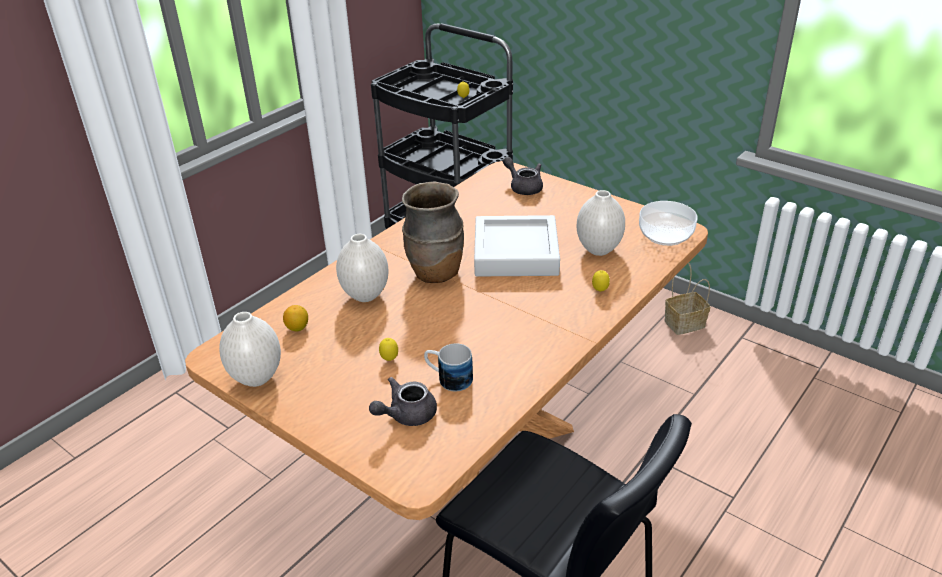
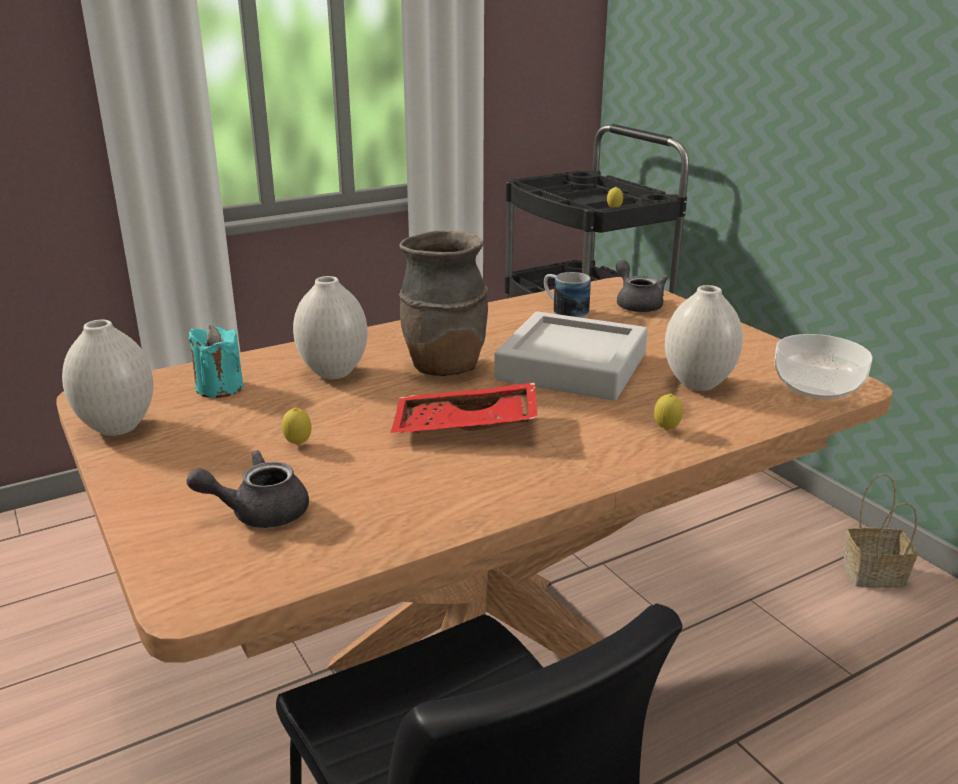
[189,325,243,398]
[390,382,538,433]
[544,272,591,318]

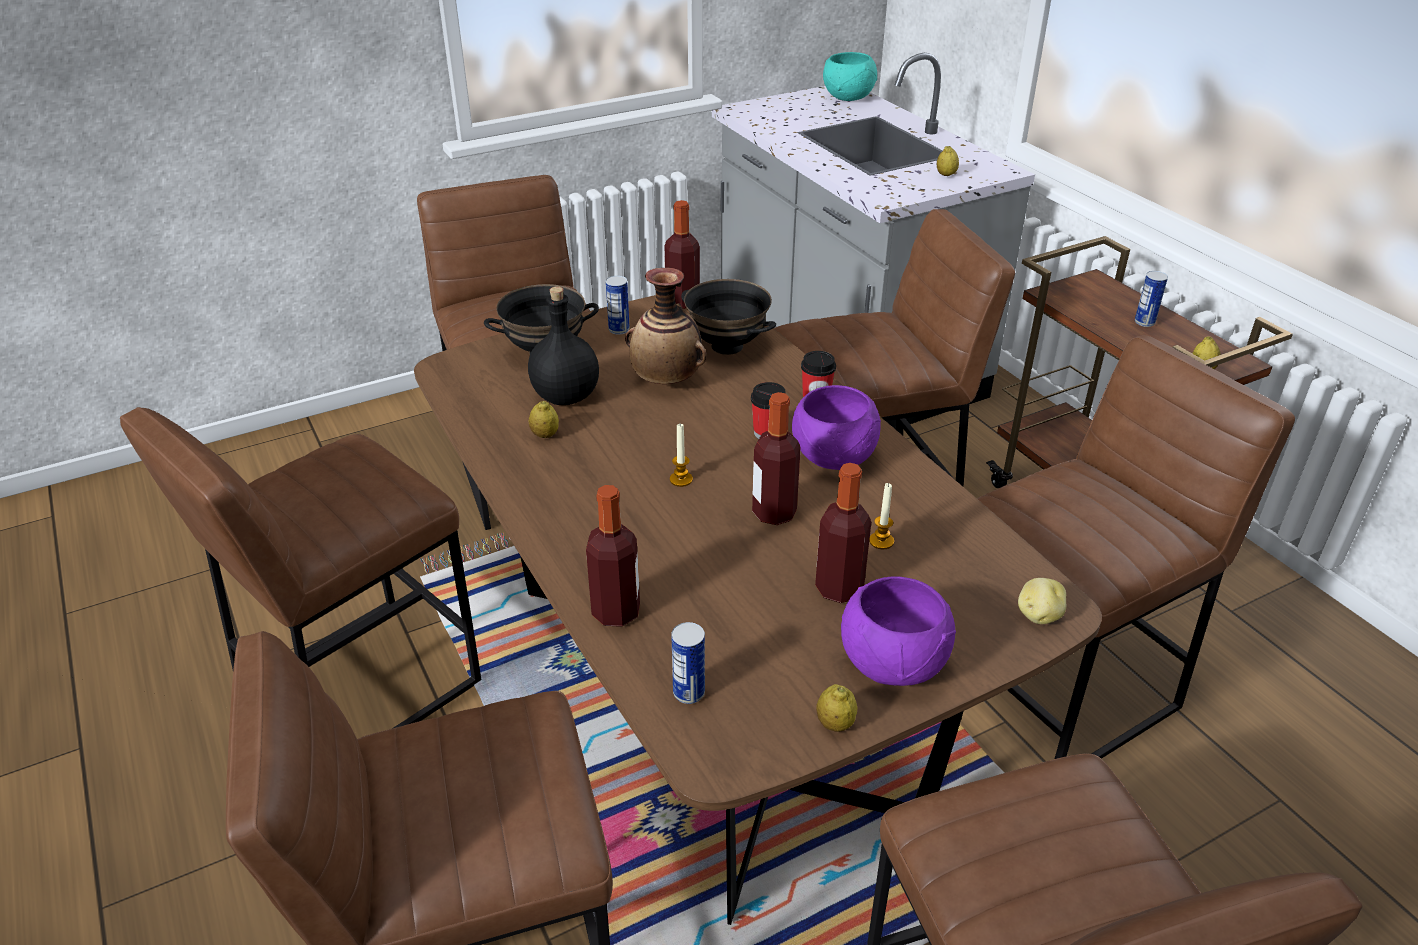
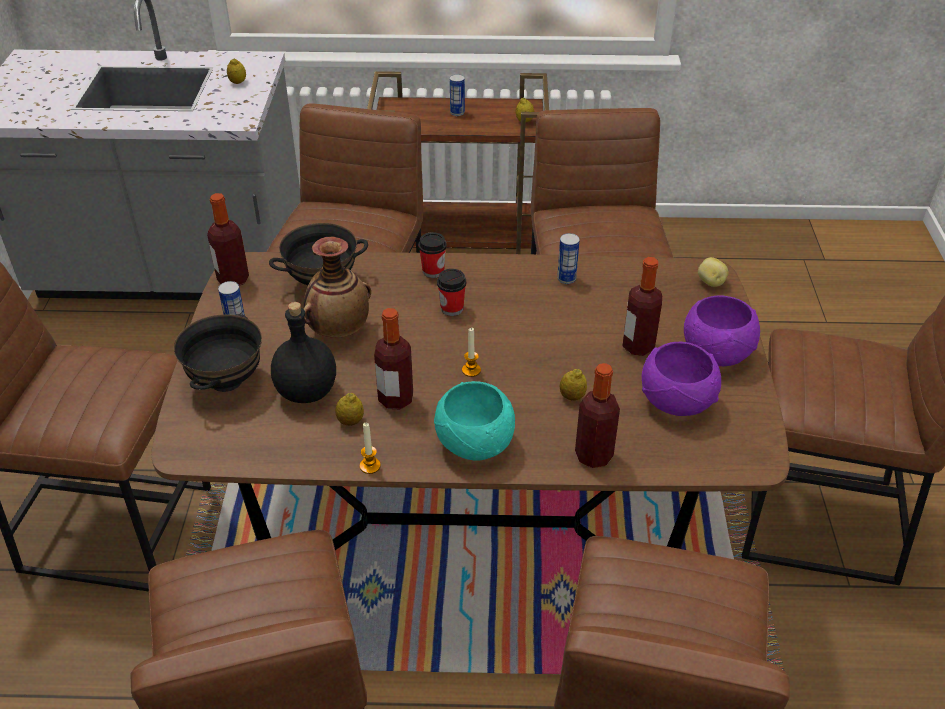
[360,423,381,474]
[374,308,413,410]
[434,381,515,461]
[557,233,580,284]
[560,369,587,401]
[642,342,721,416]

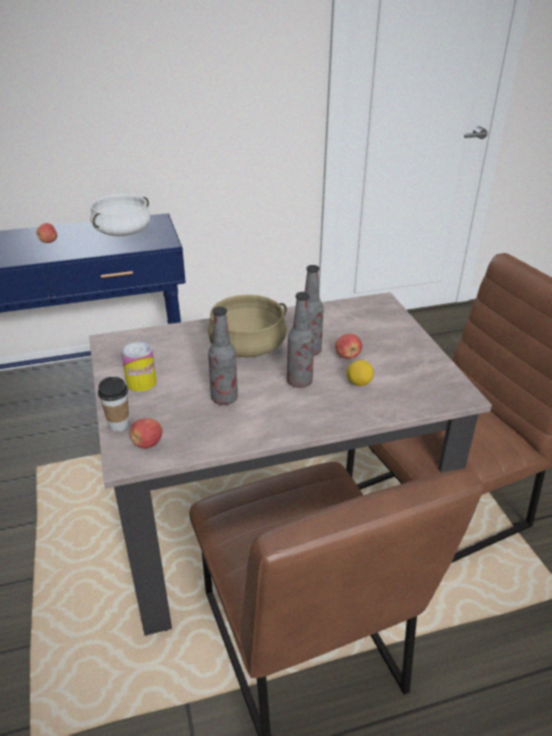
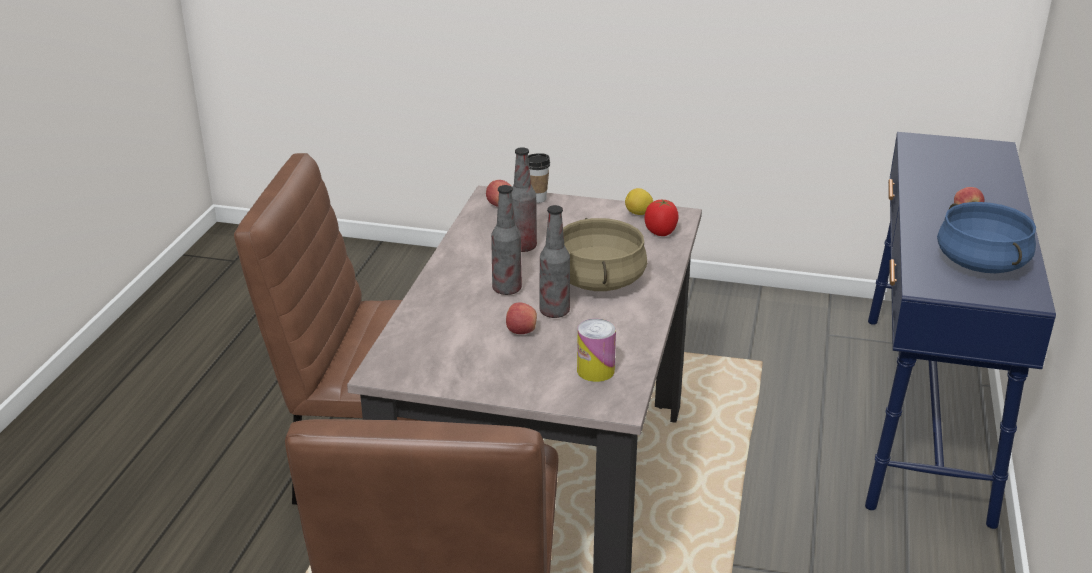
[577,318,616,382]
[625,188,653,215]
[644,199,679,236]
[937,202,1036,273]

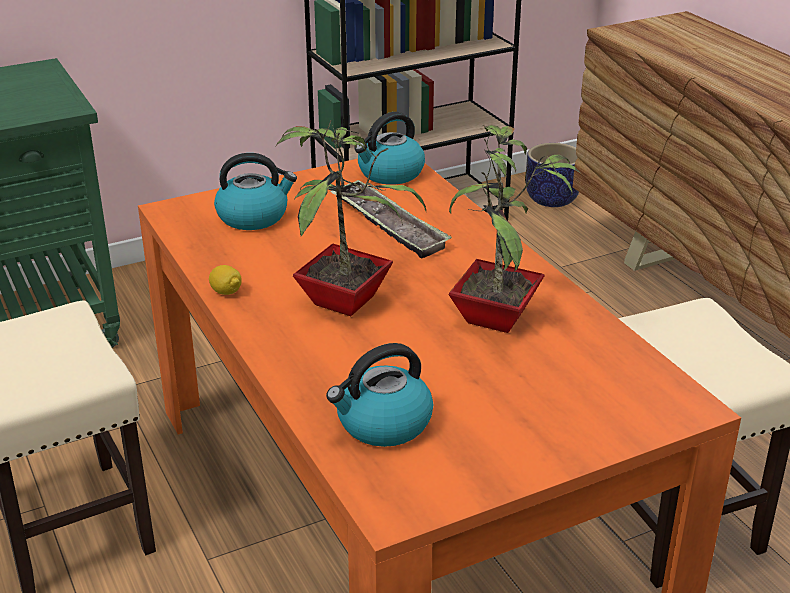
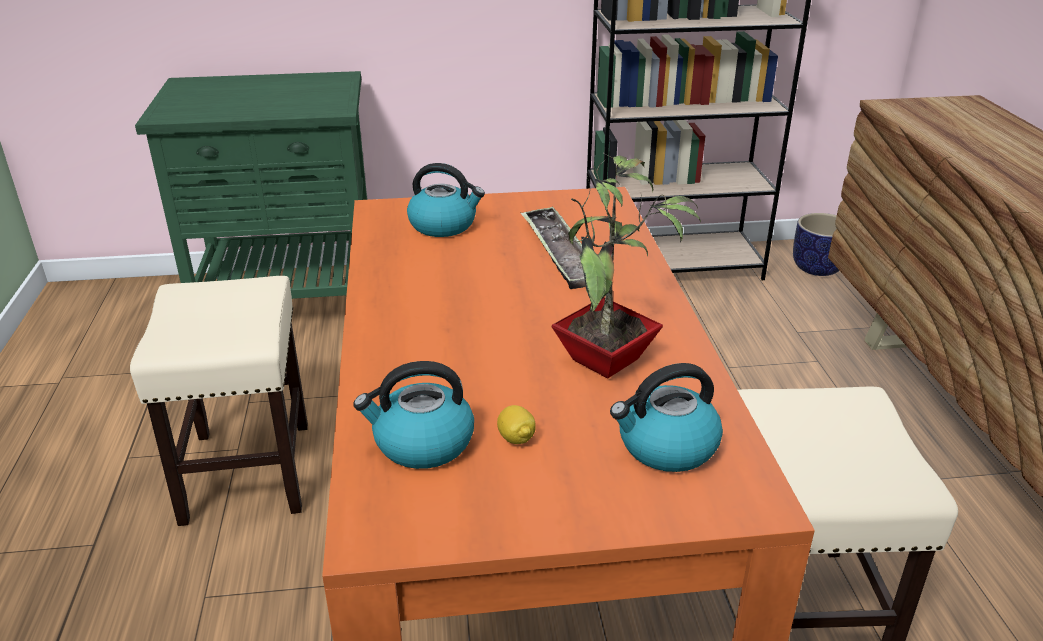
[497,405,536,444]
[610,363,723,472]
[276,120,426,316] (first image)

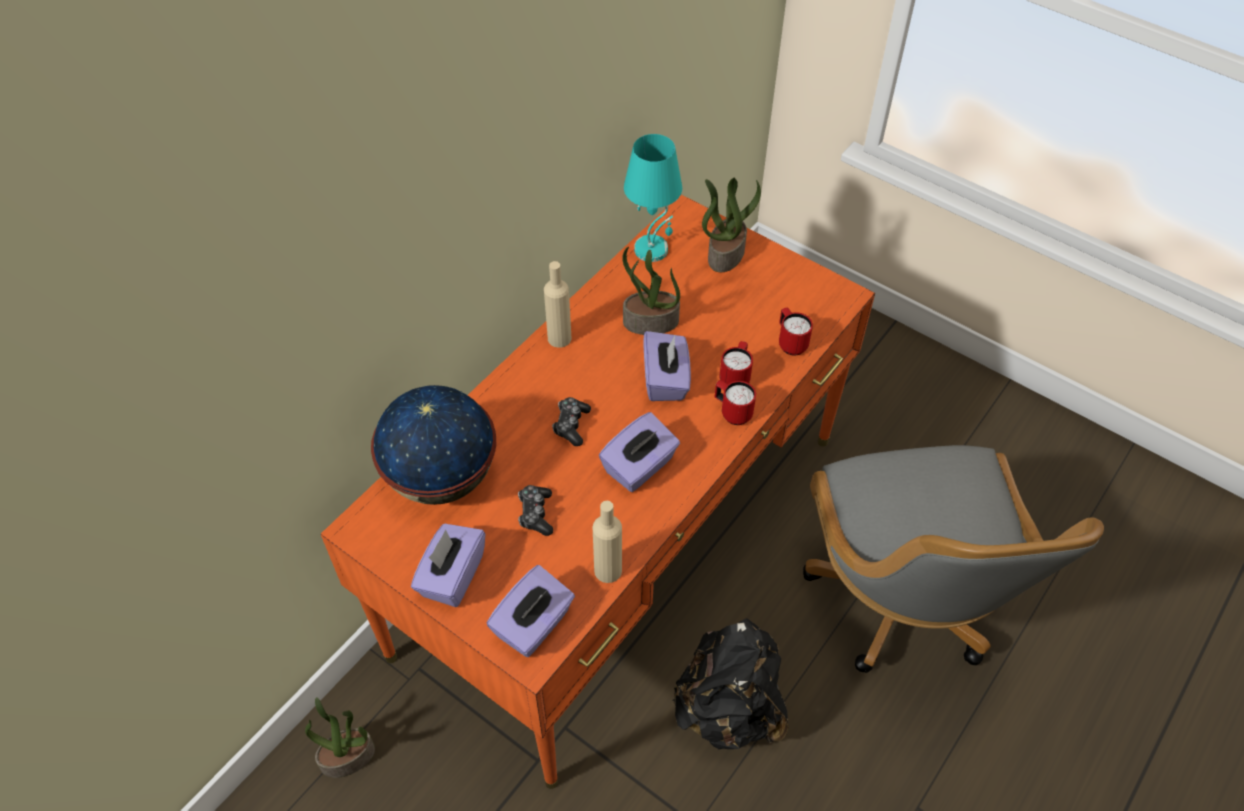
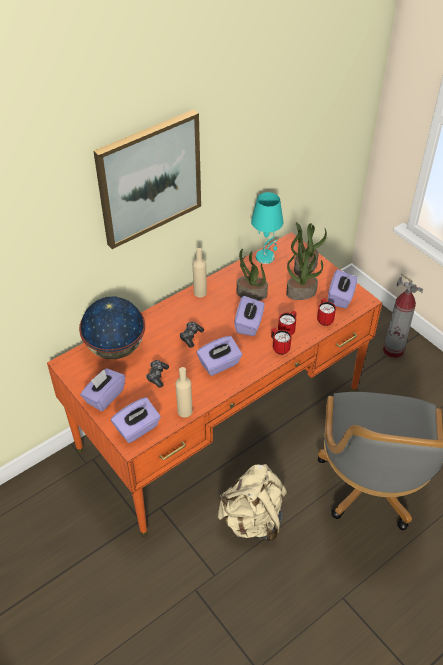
[93,109,201,249]
[218,464,287,542]
[286,243,323,300]
[328,269,357,309]
[383,274,423,358]

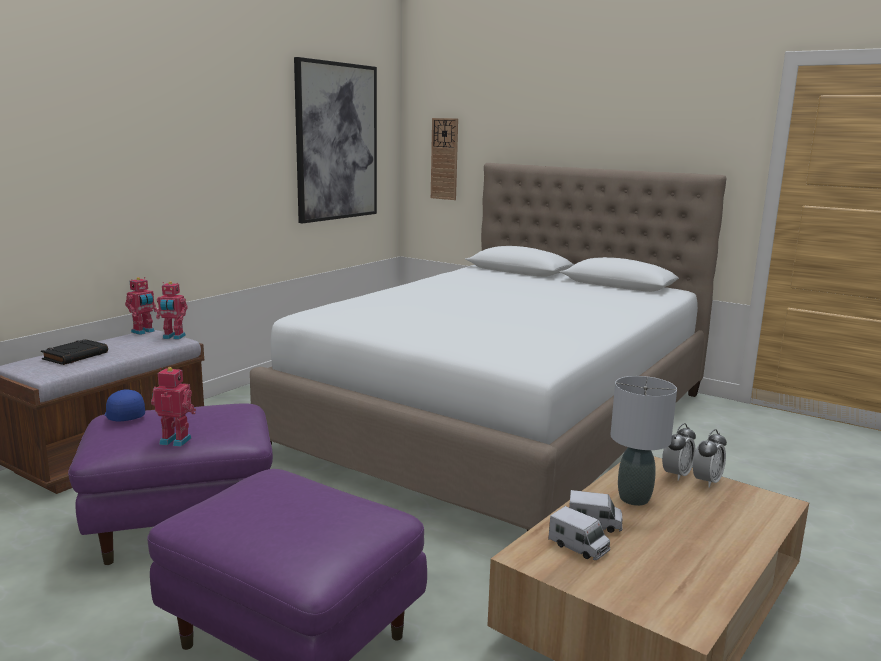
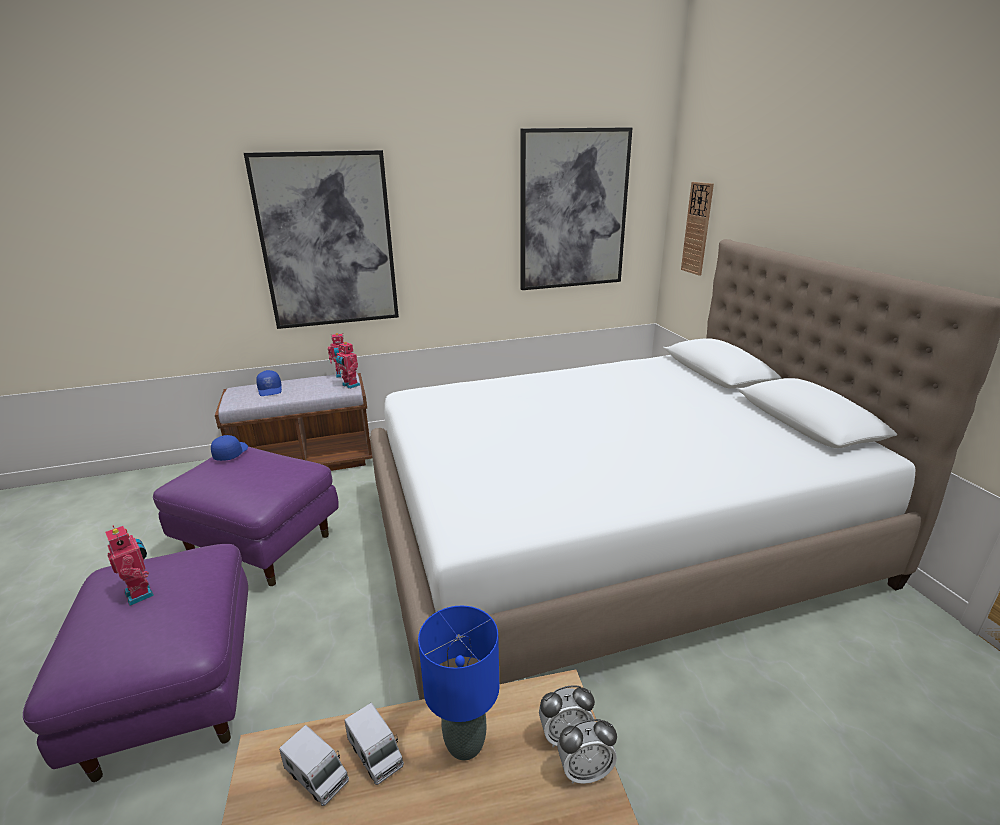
[105,525,154,606]
[244,150,399,329]
[256,370,282,396]
[279,725,349,806]
[418,606,499,760]

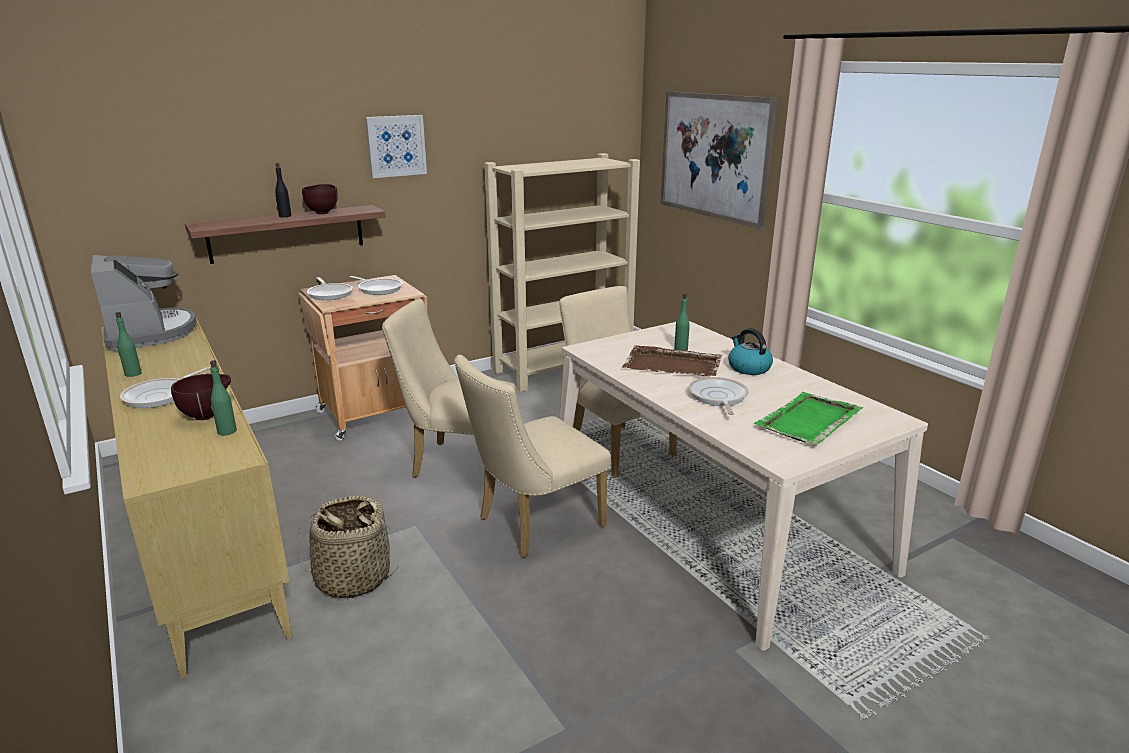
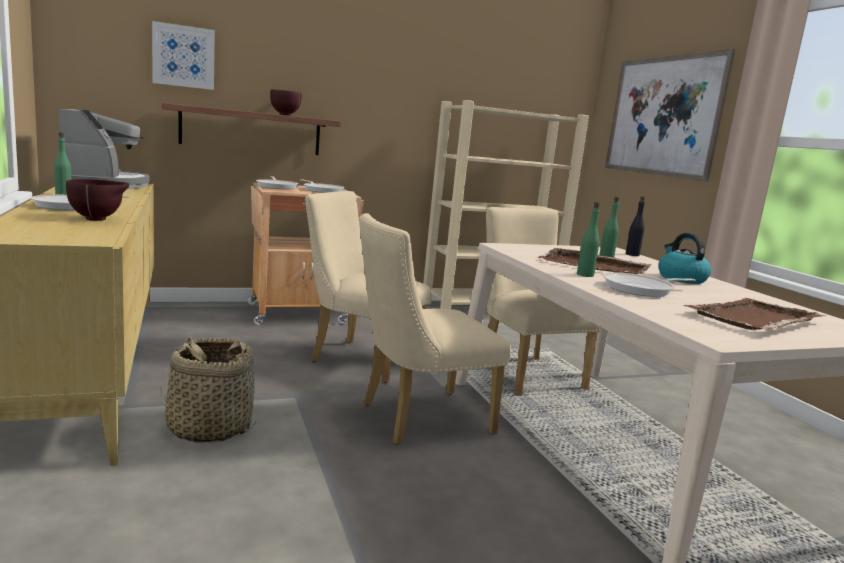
[152,21,215,90]
[577,202,600,277]
[603,272,696,297]
[626,196,645,256]
[683,298,826,330]

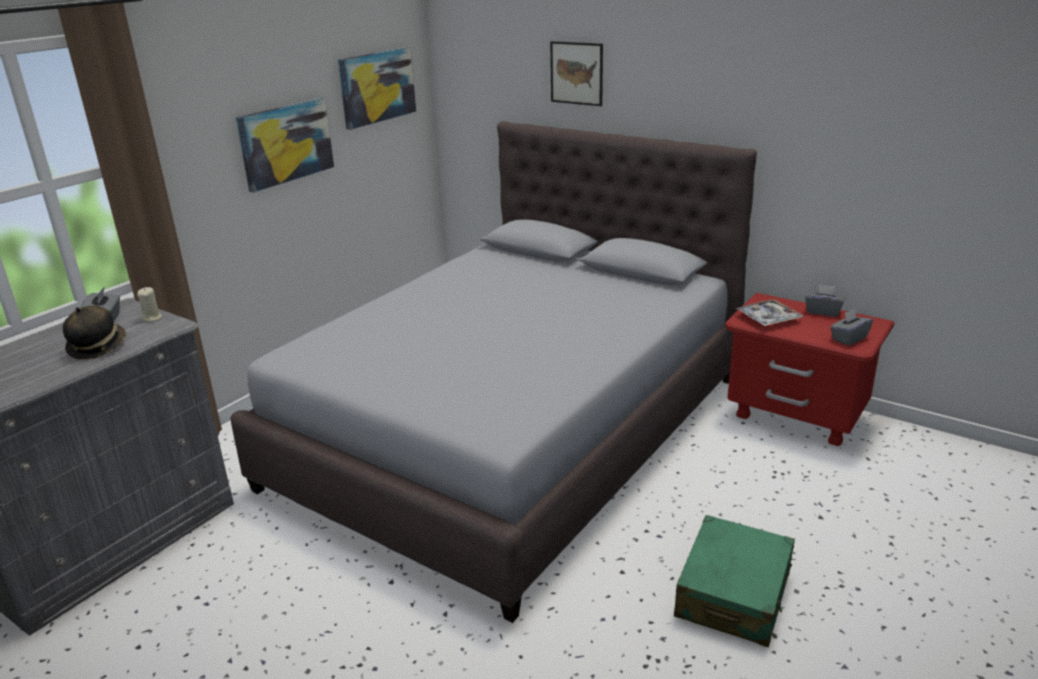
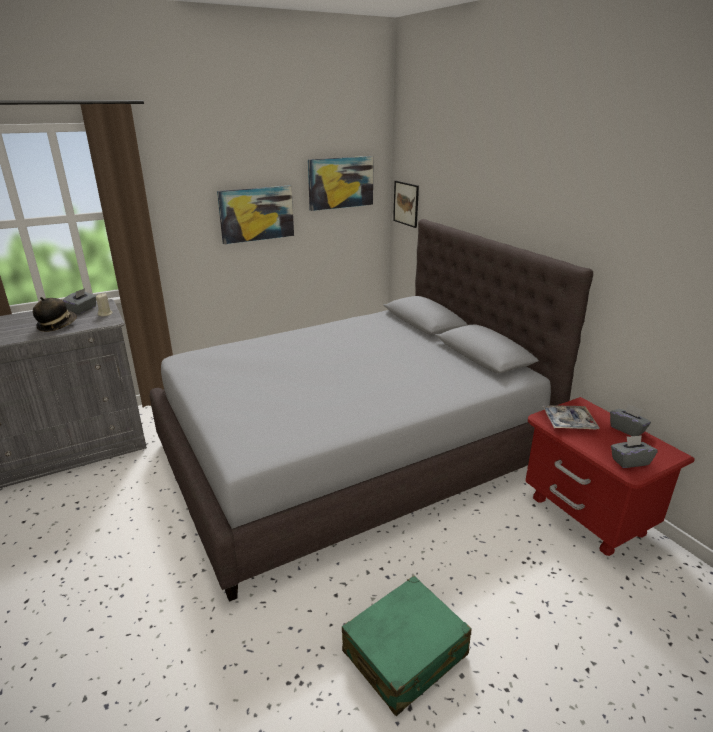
[393,181,419,228]

